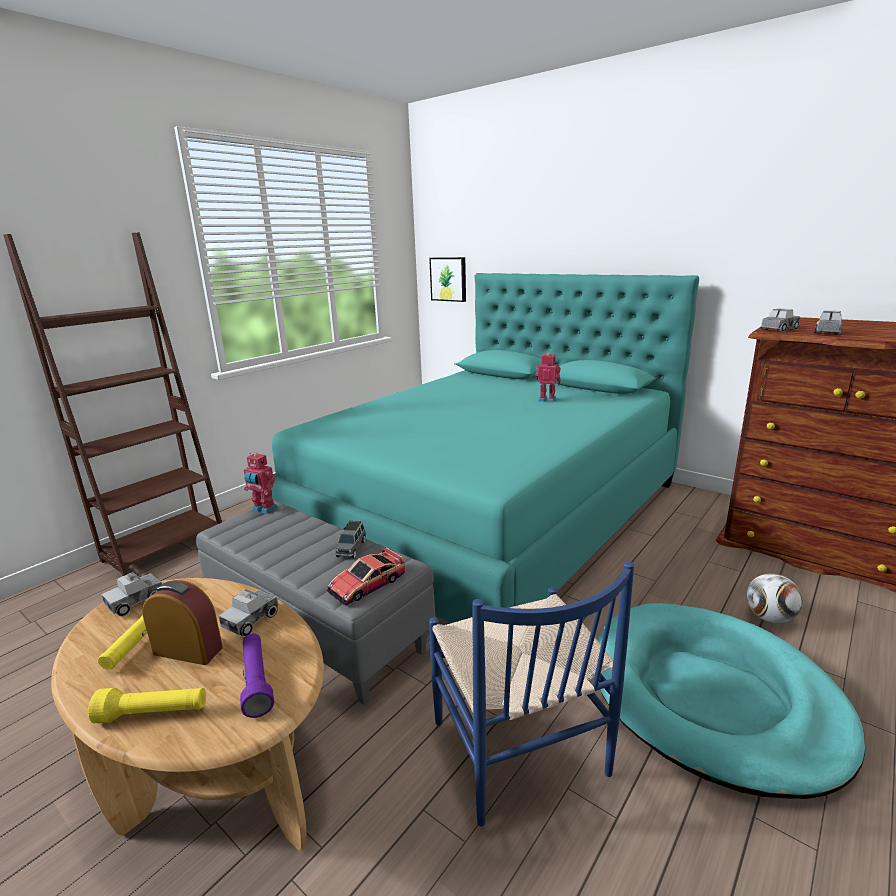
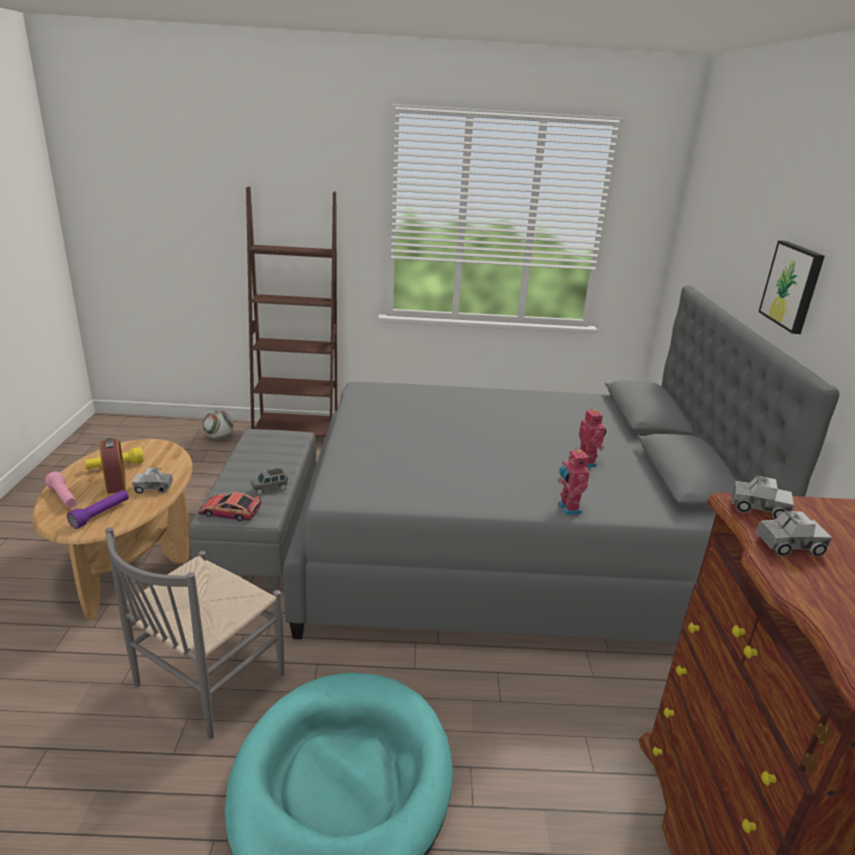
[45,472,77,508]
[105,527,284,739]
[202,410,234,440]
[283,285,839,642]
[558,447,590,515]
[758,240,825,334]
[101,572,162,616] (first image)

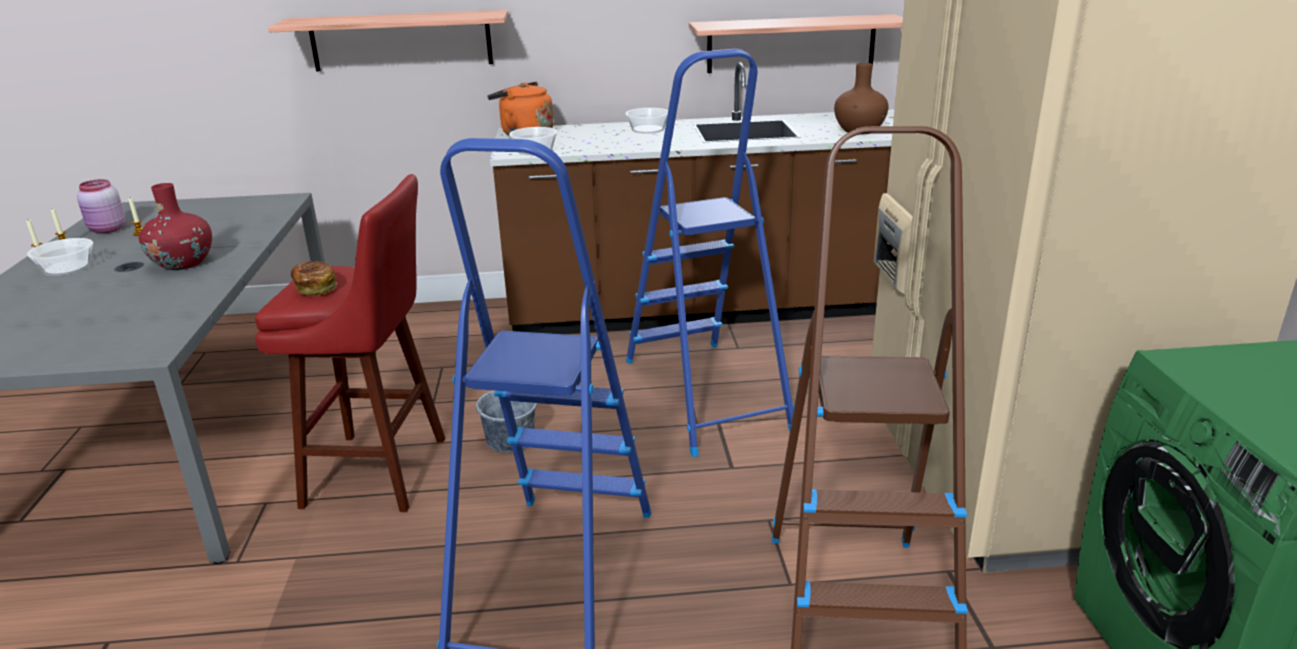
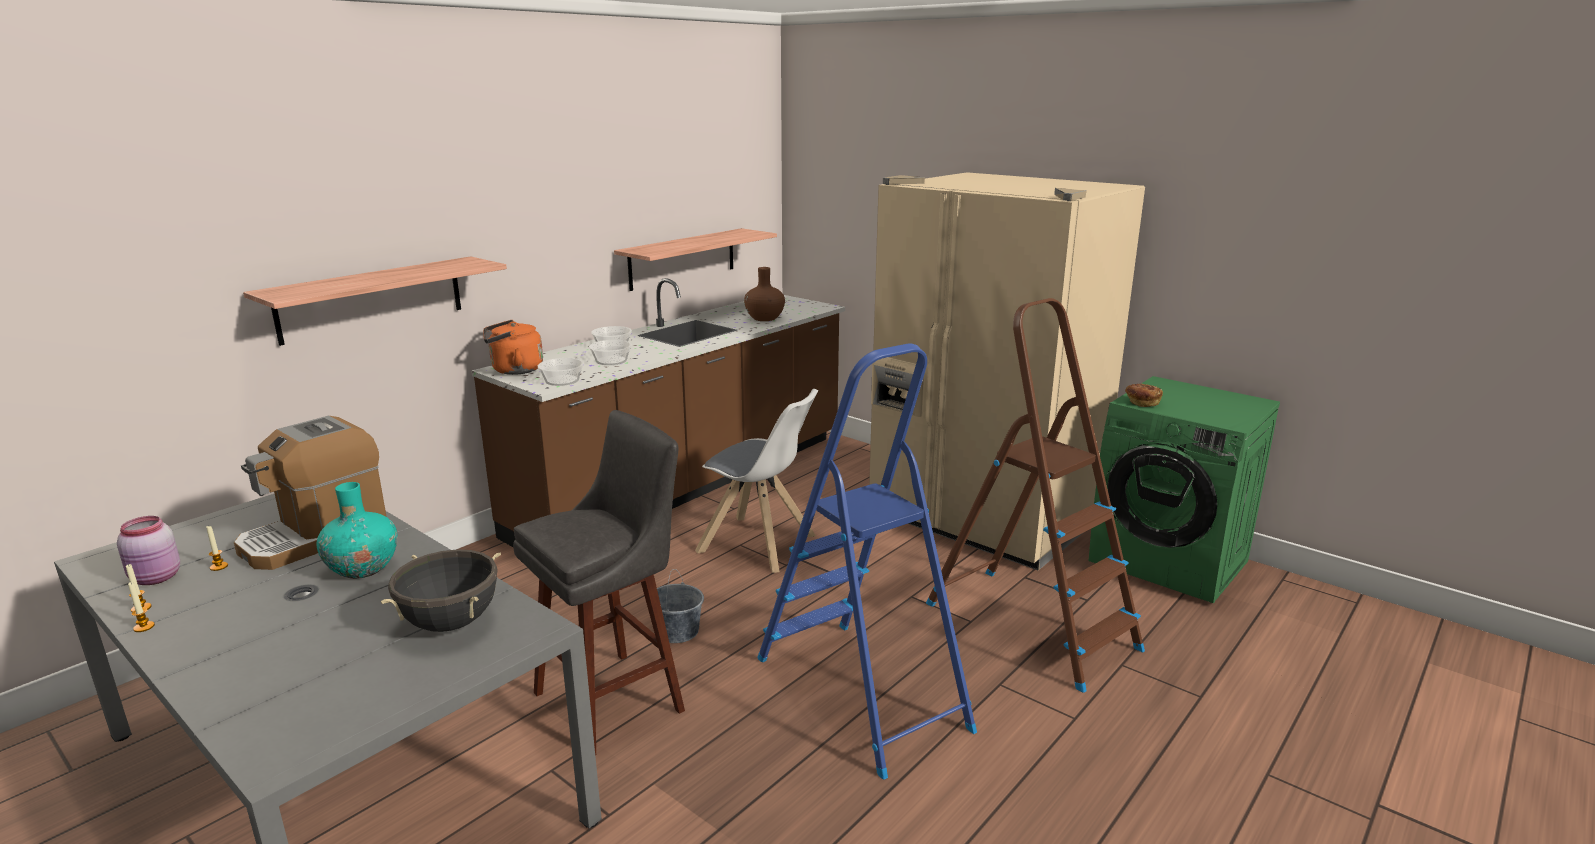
[234,416,387,570]
[317,482,398,579]
[381,549,501,632]
[513,410,685,755]
[589,340,632,365]
[695,389,818,573]
[1125,384,1163,407]

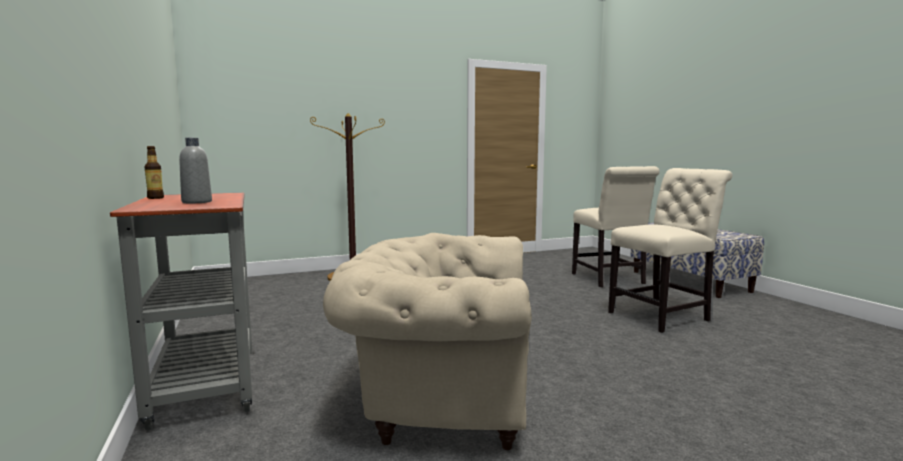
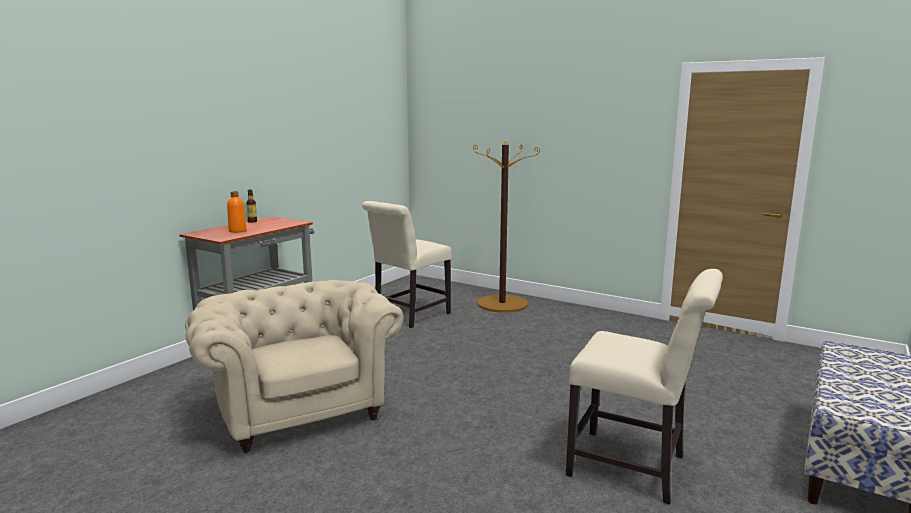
[227,191,247,233]
[362,201,452,328]

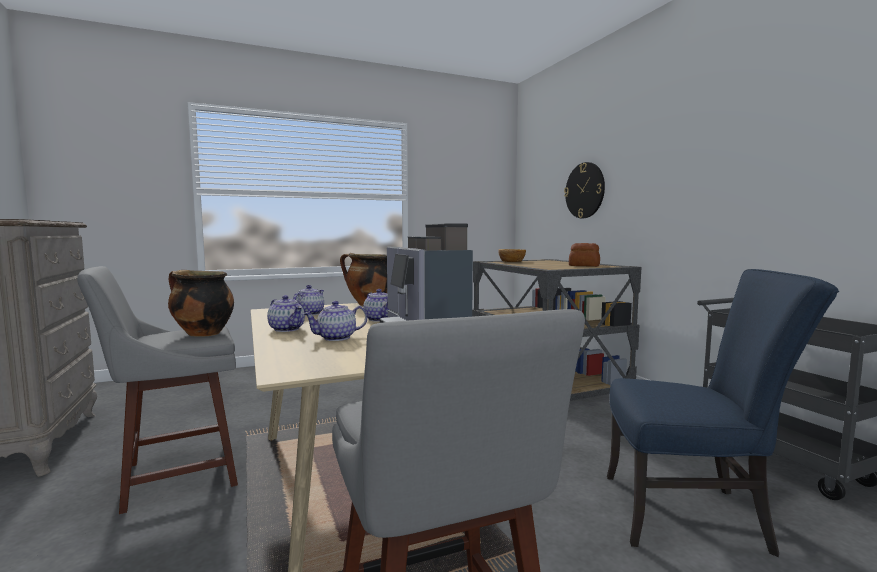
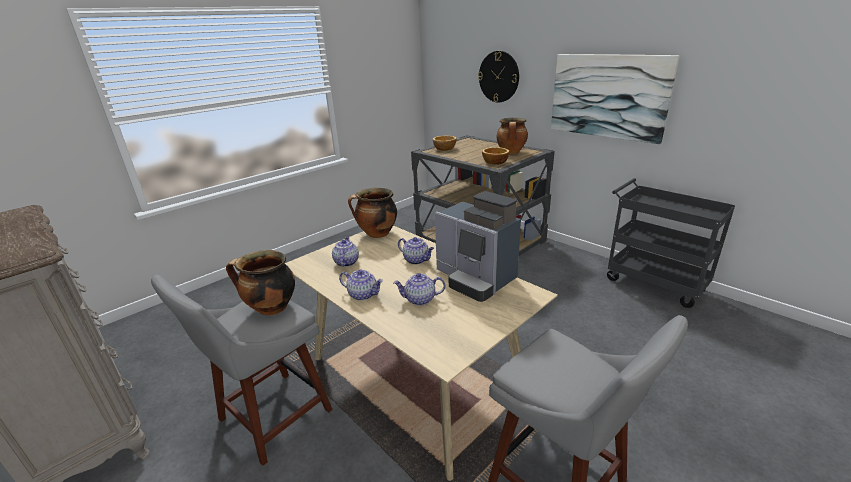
[393,273,445,306]
[482,147,509,165]
[496,118,528,154]
[551,54,680,144]
[607,269,839,557] (first image)

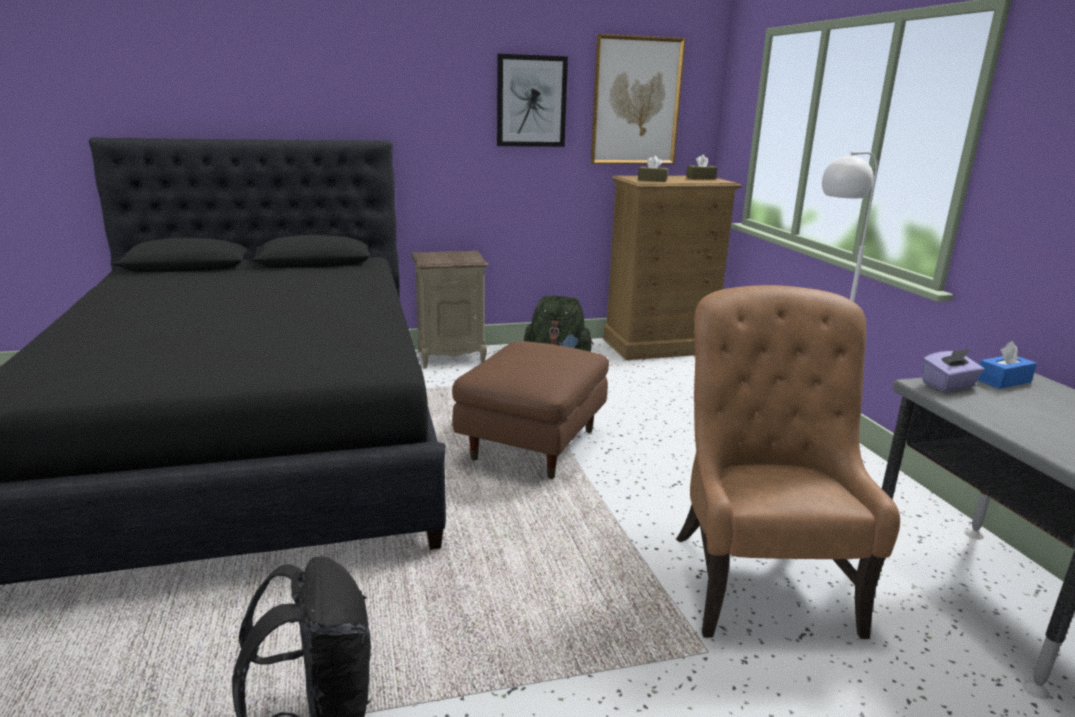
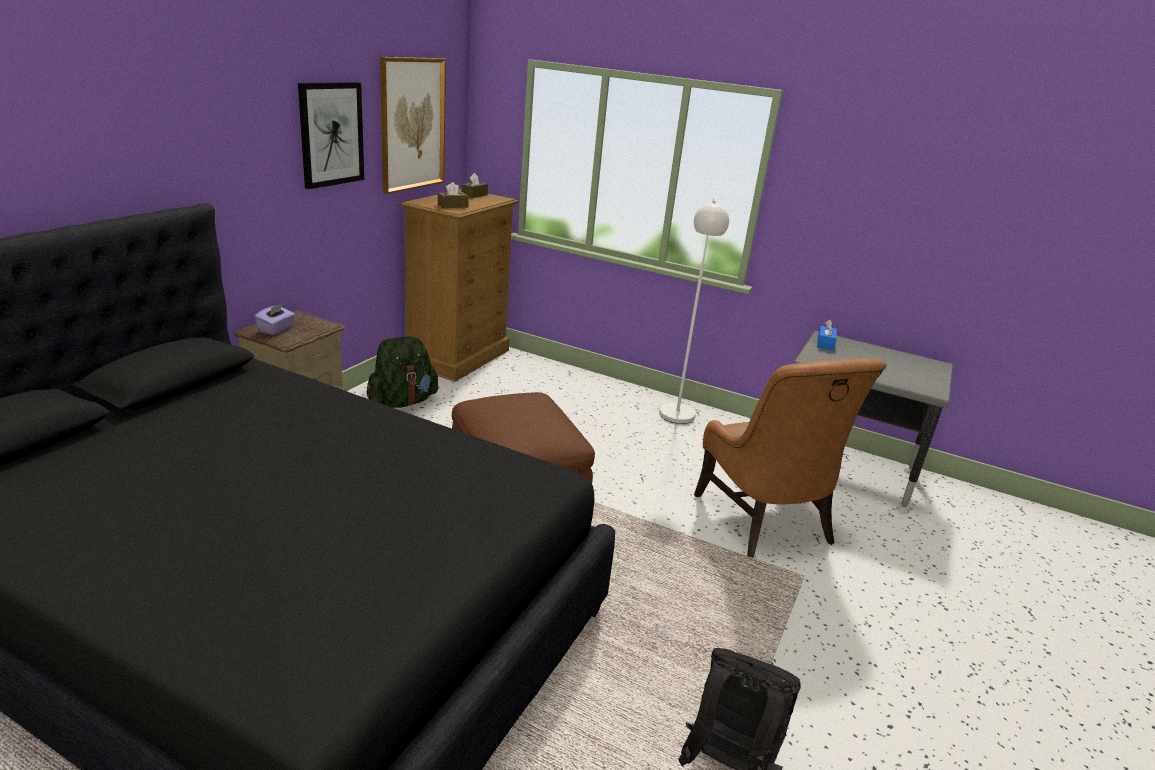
[254,303,295,335]
[694,358,886,557]

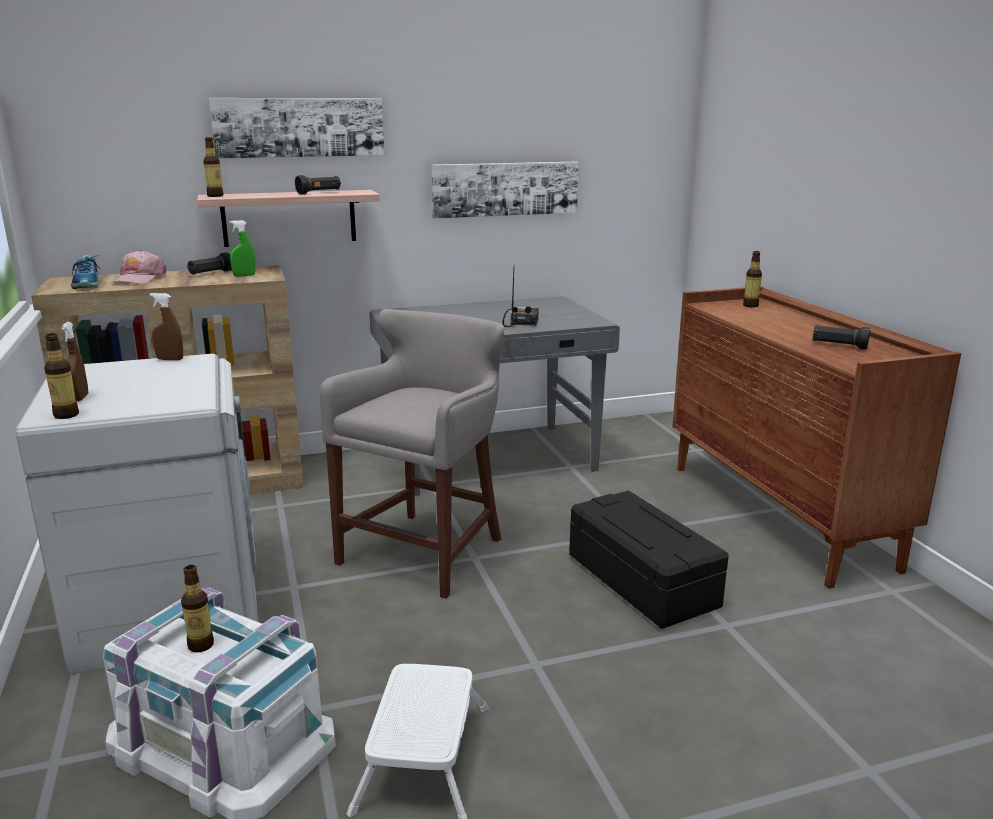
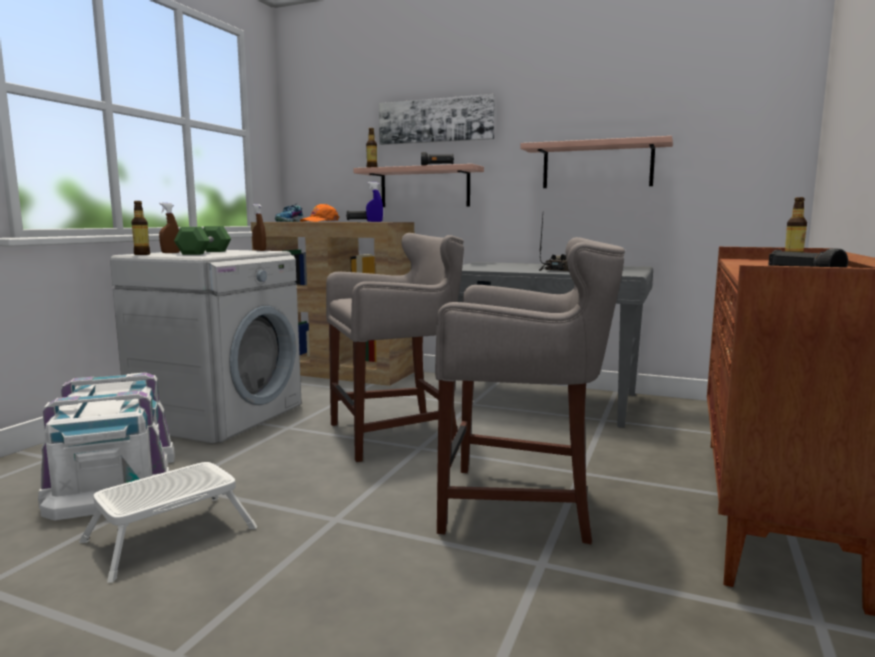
[174,226,231,255]
[300,204,340,222]
[366,182,383,222]
[435,237,625,544]
[520,136,673,188]
[181,565,214,652] (first image)

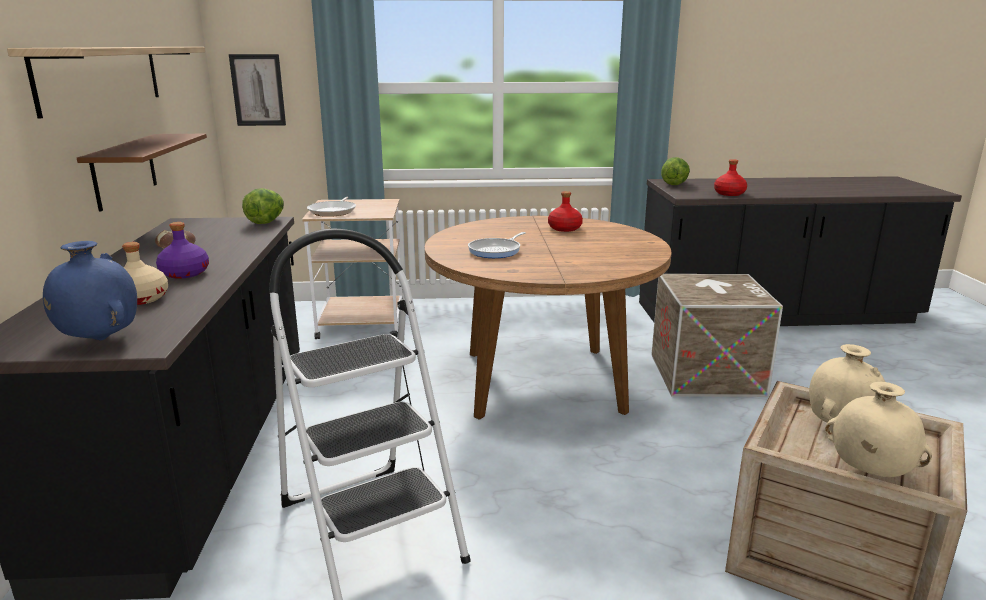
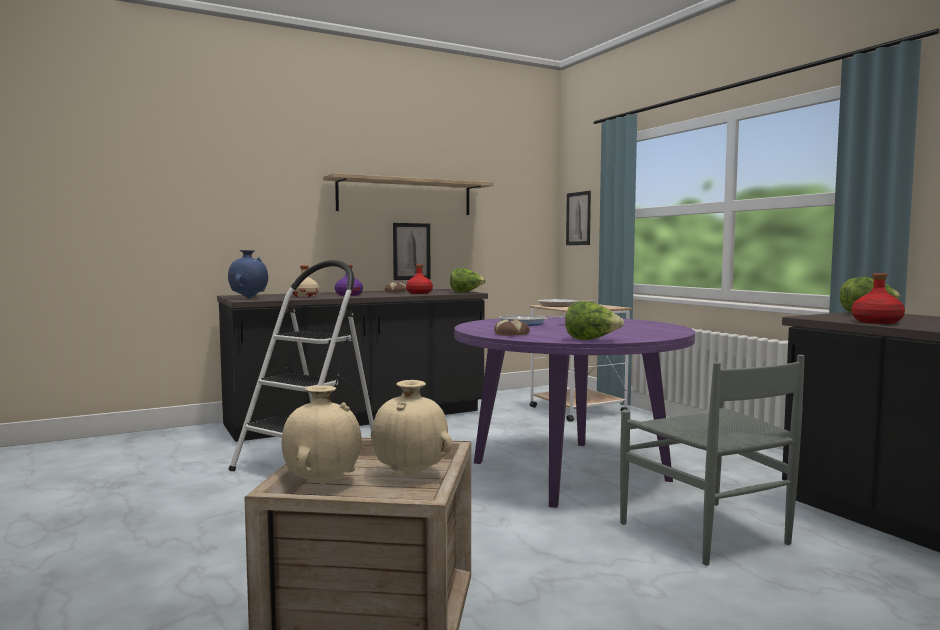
[393,223,431,280]
[406,265,433,294]
[454,316,695,508]
[494,319,530,336]
[565,301,624,340]
[620,355,805,566]

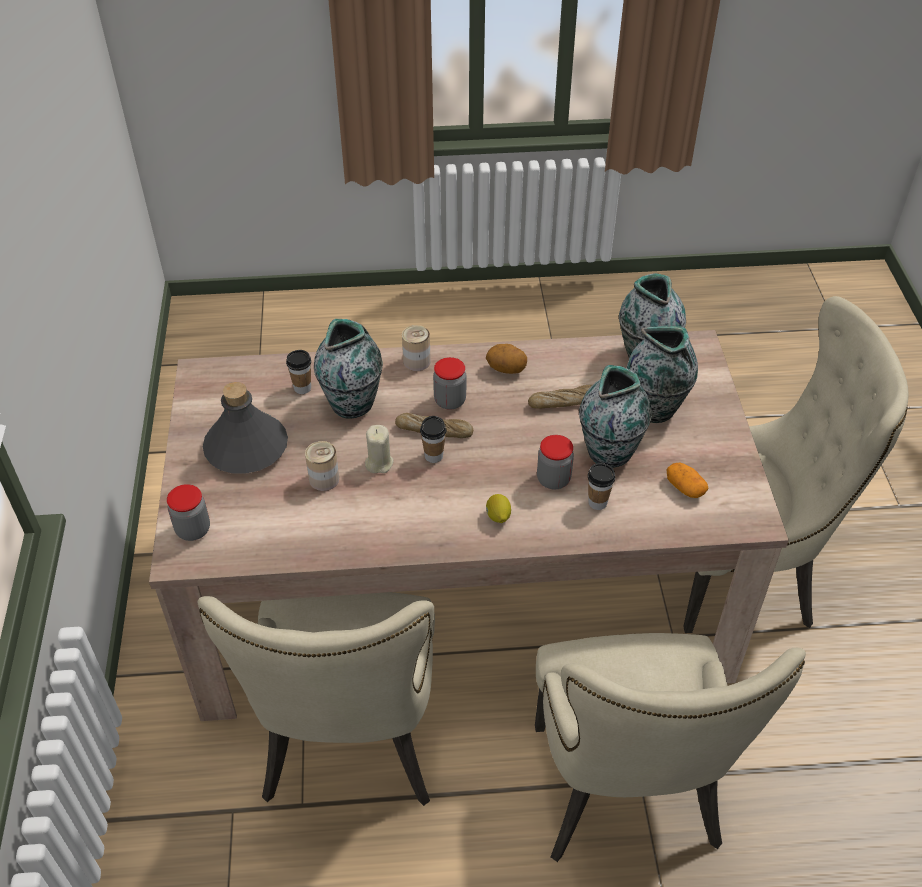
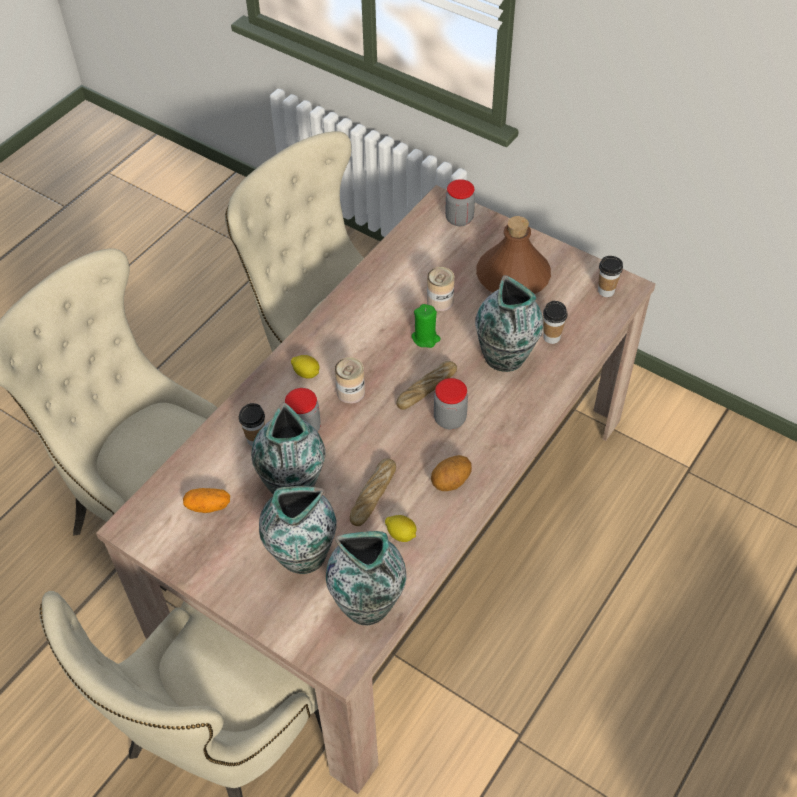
[335,357,365,404]
[385,515,417,542]
[411,304,441,348]
[476,216,551,294]
[598,256,623,297]

